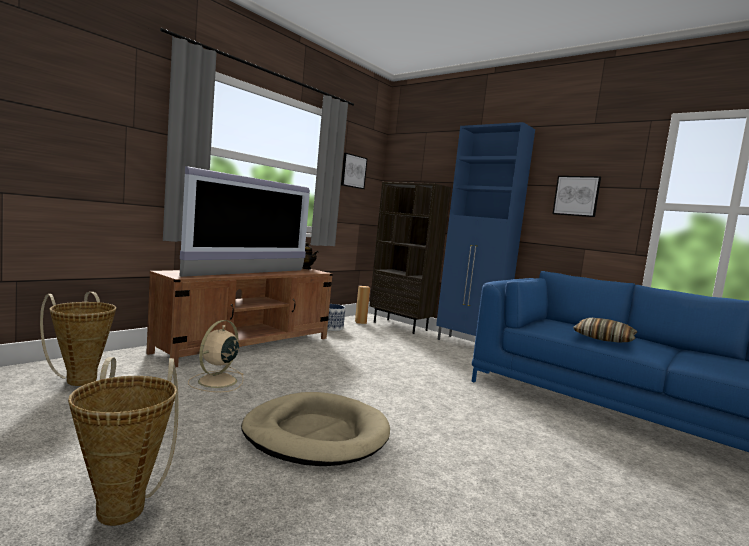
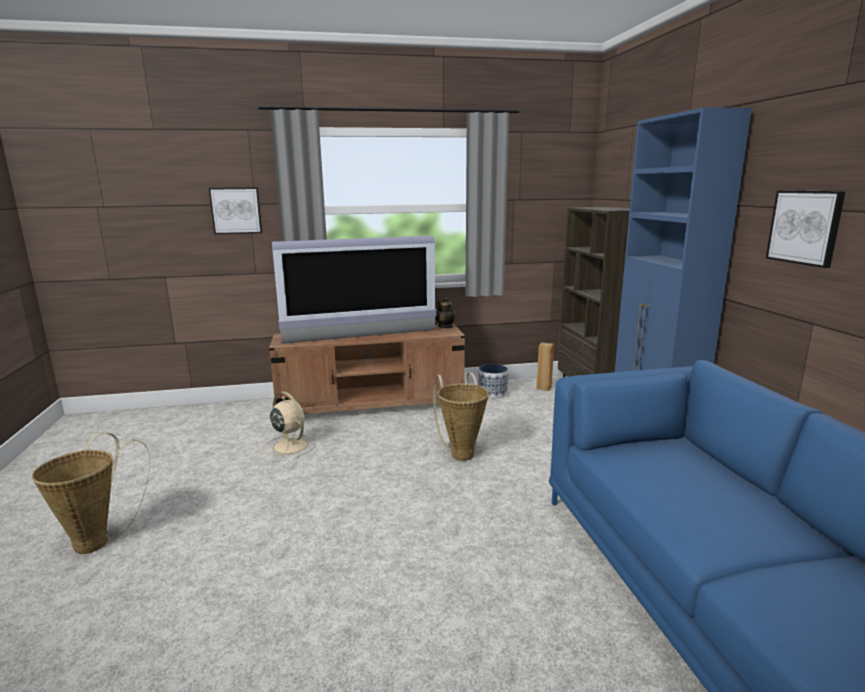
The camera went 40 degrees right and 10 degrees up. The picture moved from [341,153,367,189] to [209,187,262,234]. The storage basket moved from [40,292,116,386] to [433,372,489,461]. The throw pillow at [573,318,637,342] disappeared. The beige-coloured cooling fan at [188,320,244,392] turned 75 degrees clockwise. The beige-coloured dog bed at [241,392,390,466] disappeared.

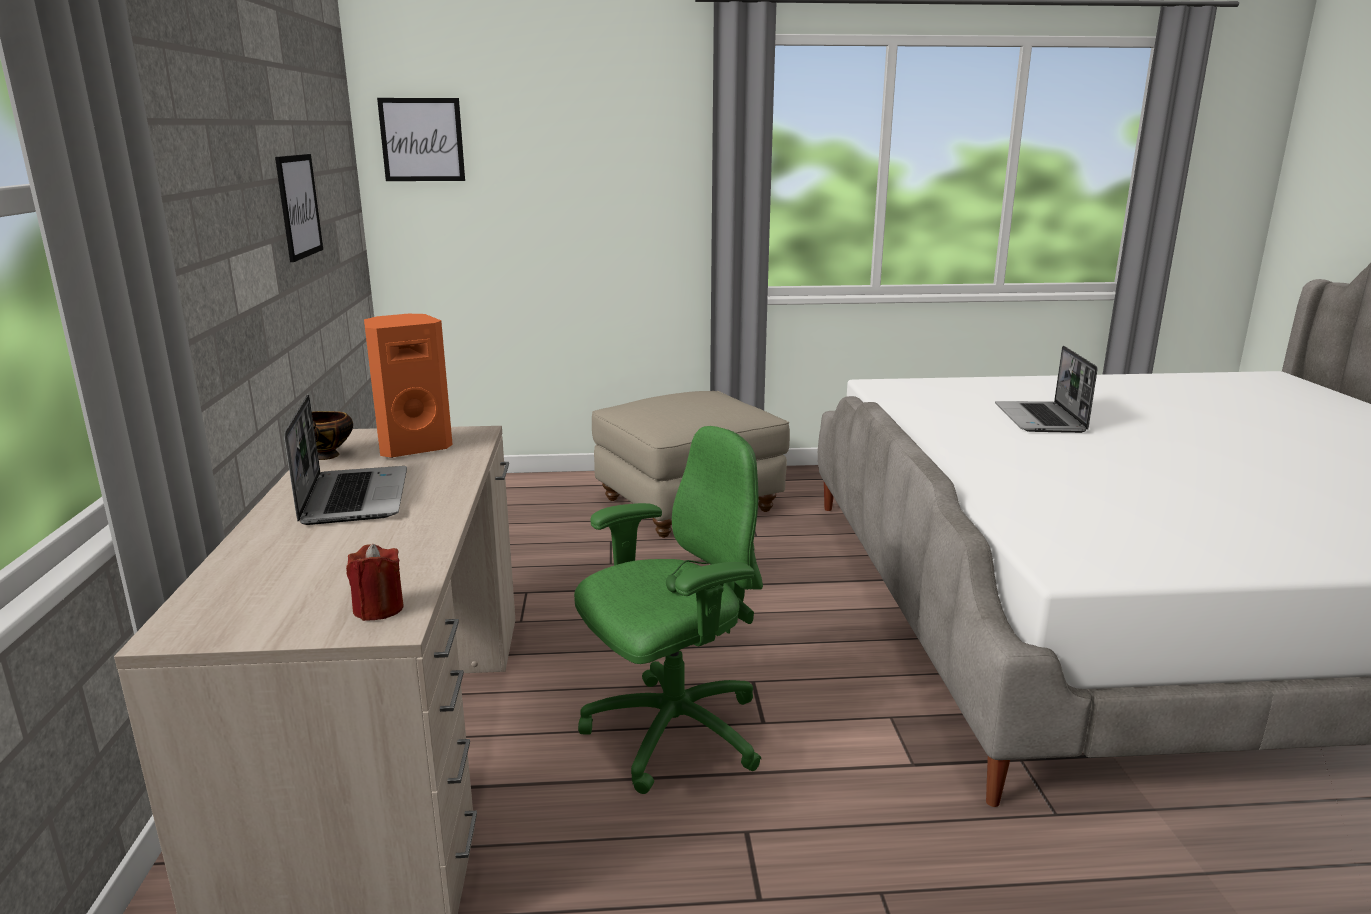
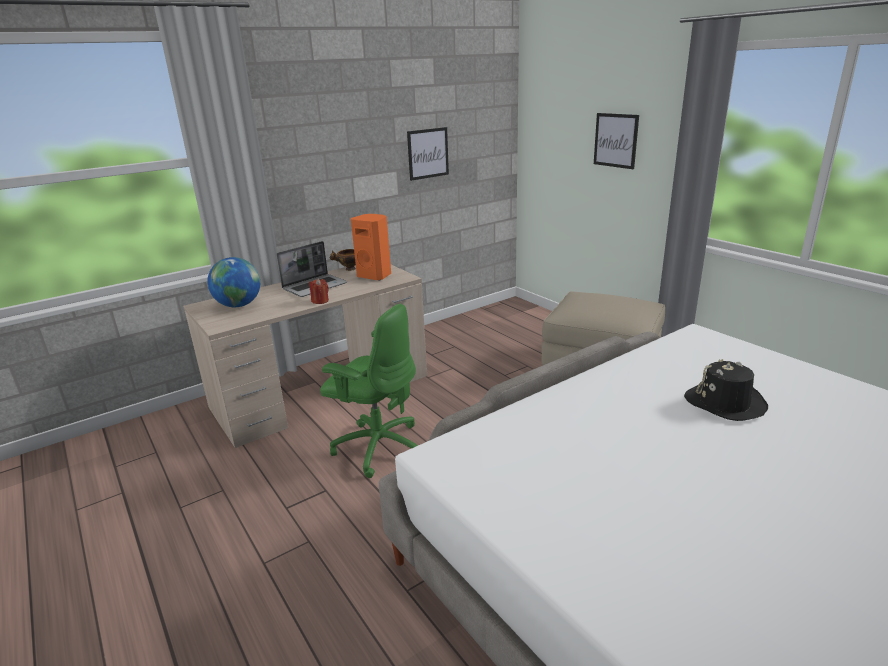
The camera went 60 degrees right and 5 degrees up. The picture moved from [377,98,465,181] to [594,113,639,169]. The laptop at [995,346,1098,433] was replaced by the blackish hat at [684,359,768,421]. The reddish candle moved from [346,544,404,621] to [309,278,329,304]. The globe at [207,257,260,307] appeared.

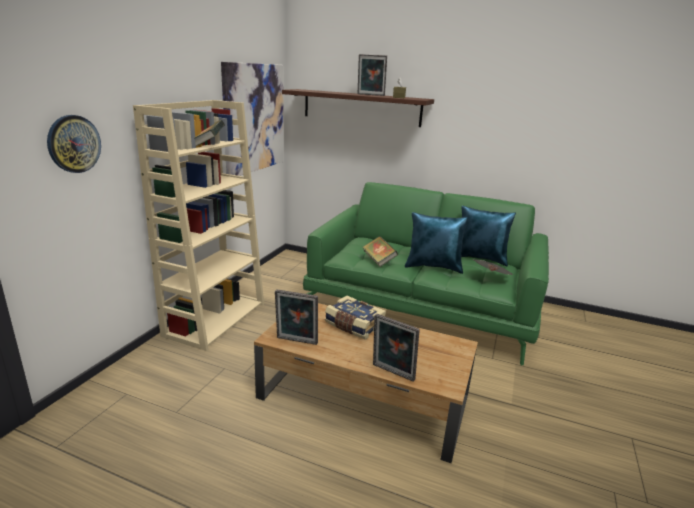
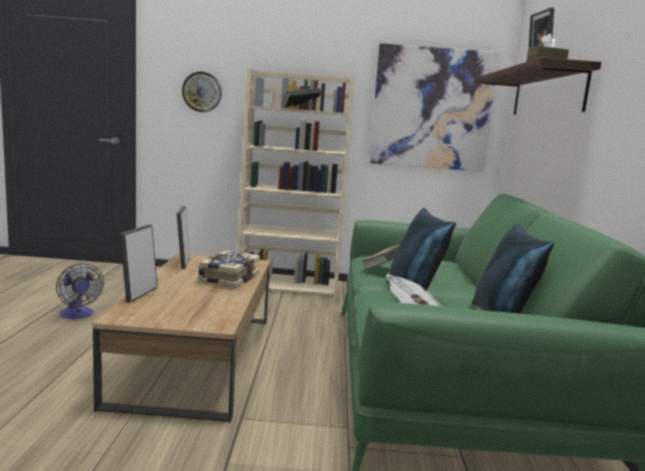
The camera went 70 degrees right and 10 degrees down. The cooling fan at [56,263,104,319] appeared.

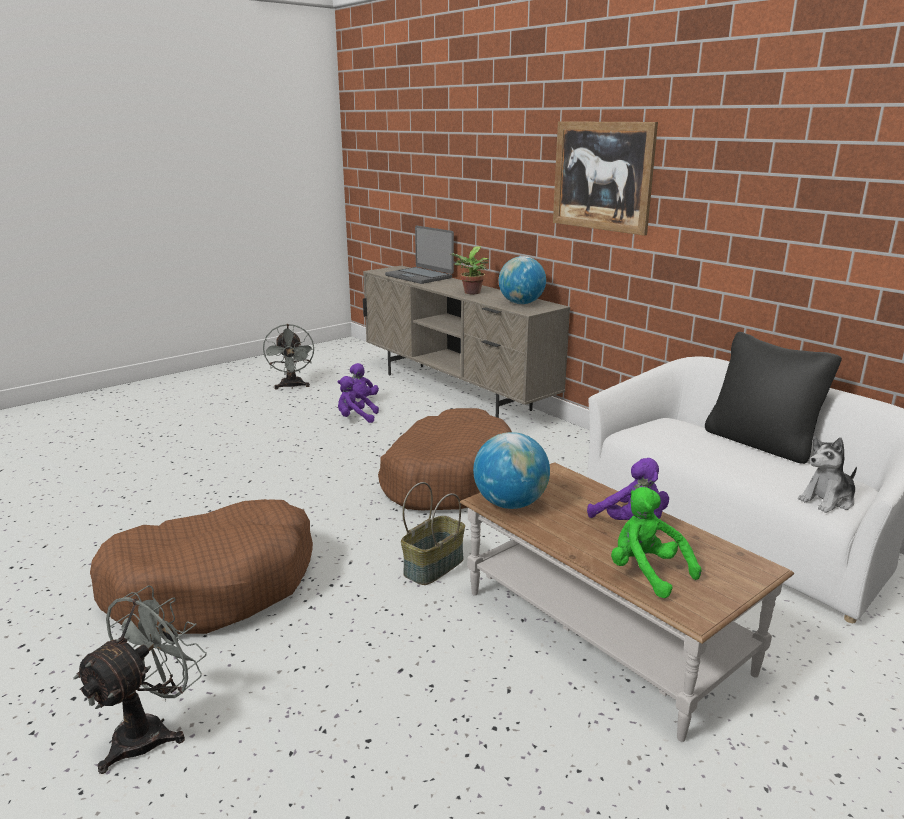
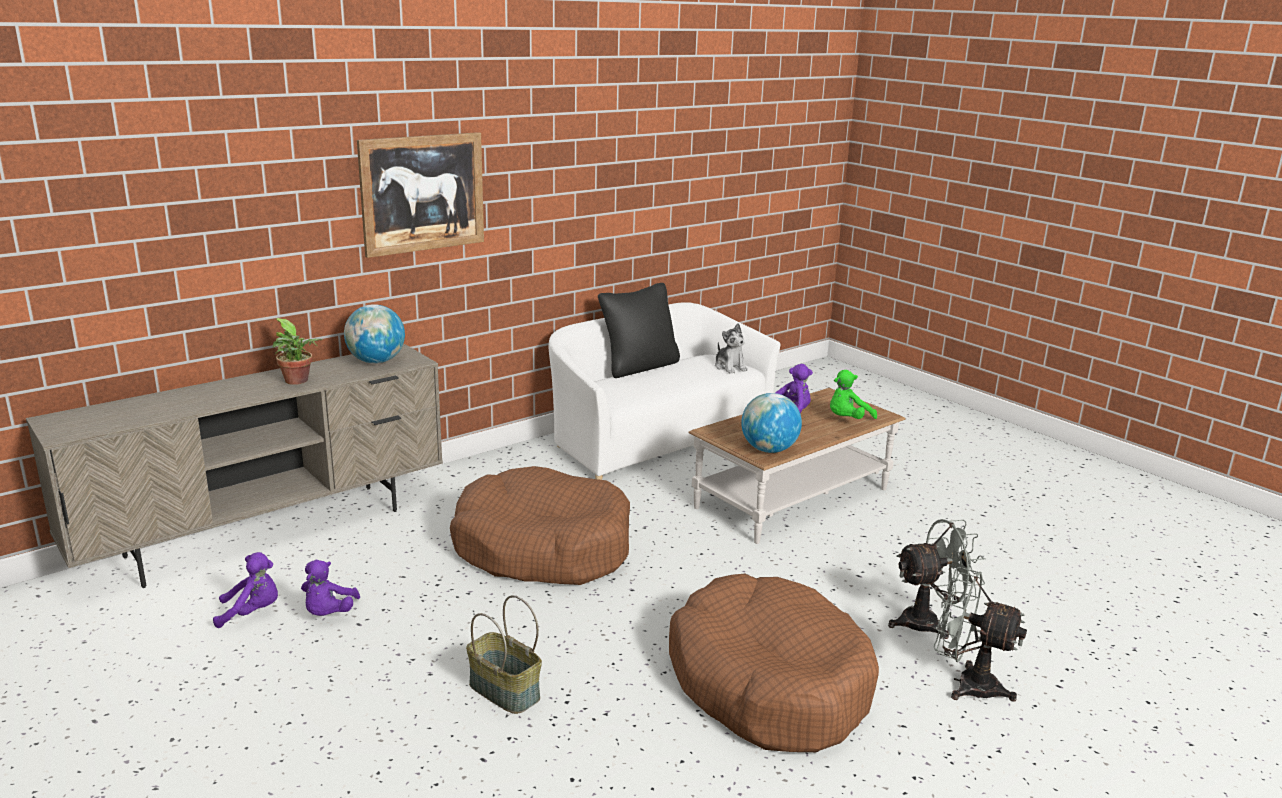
The camera went 90 degrees left and 0 degrees up. The laptop at [385,226,454,284] disappeared. The greyish cooling fan moved from [263,324,314,389] to [888,519,986,639]. The storage basket moved from [401,482,465,585] to [466,595,542,714].

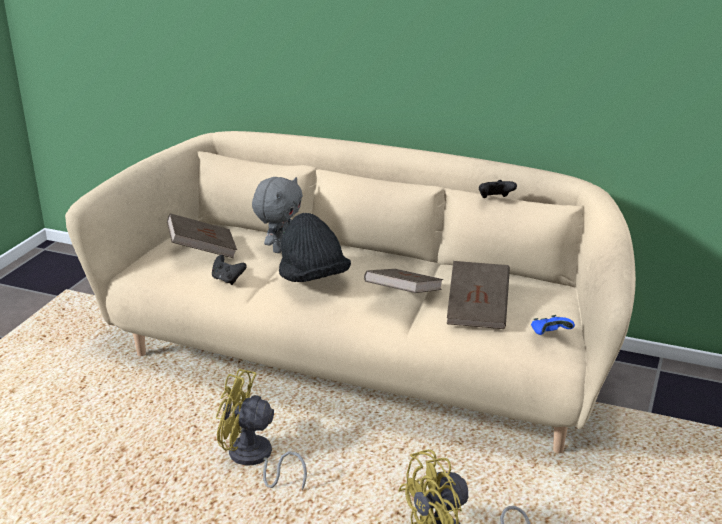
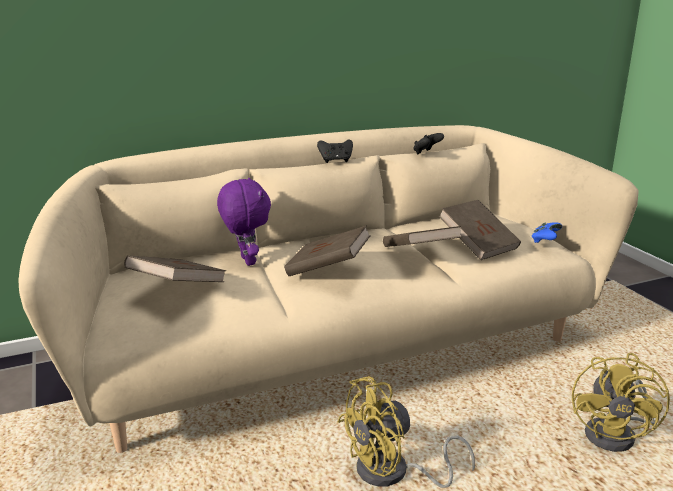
The camera went 45 degrees left and 5 degrees down. The greyish plush toy at [252,177,303,253] became the purplish plush toy at [217,178,271,266]. The blackish hat at [279,213,351,282] was replaced by the brownish volume at [284,226,371,276]. The blackish joypad moved from [212,255,247,285] to [317,139,353,163].

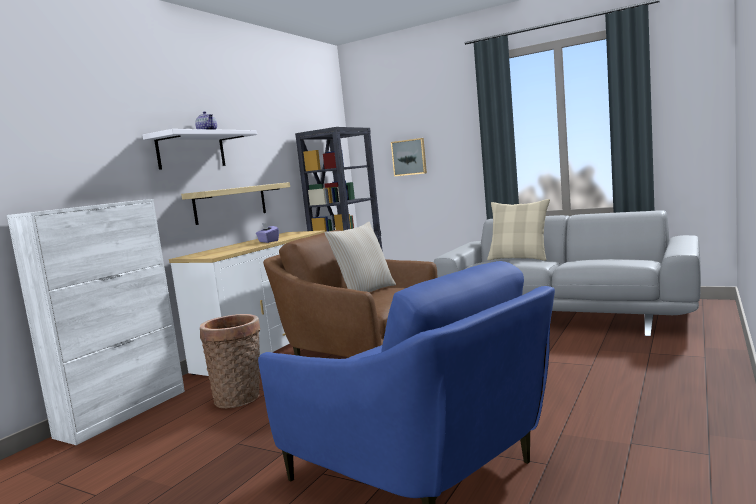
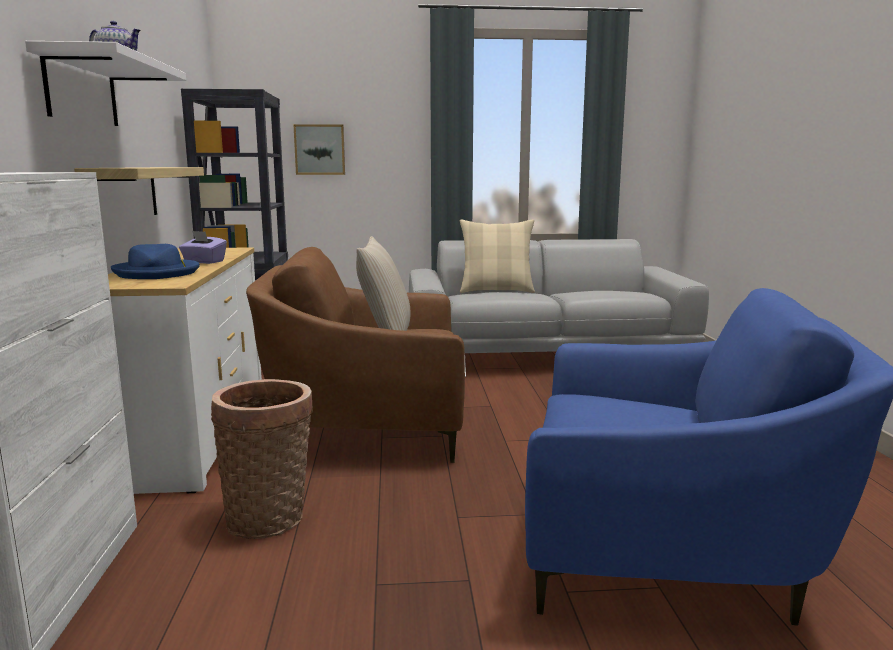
The camera went 35 degrees left and 5 degrees up. The bluish hat at [111,244,200,279] appeared.

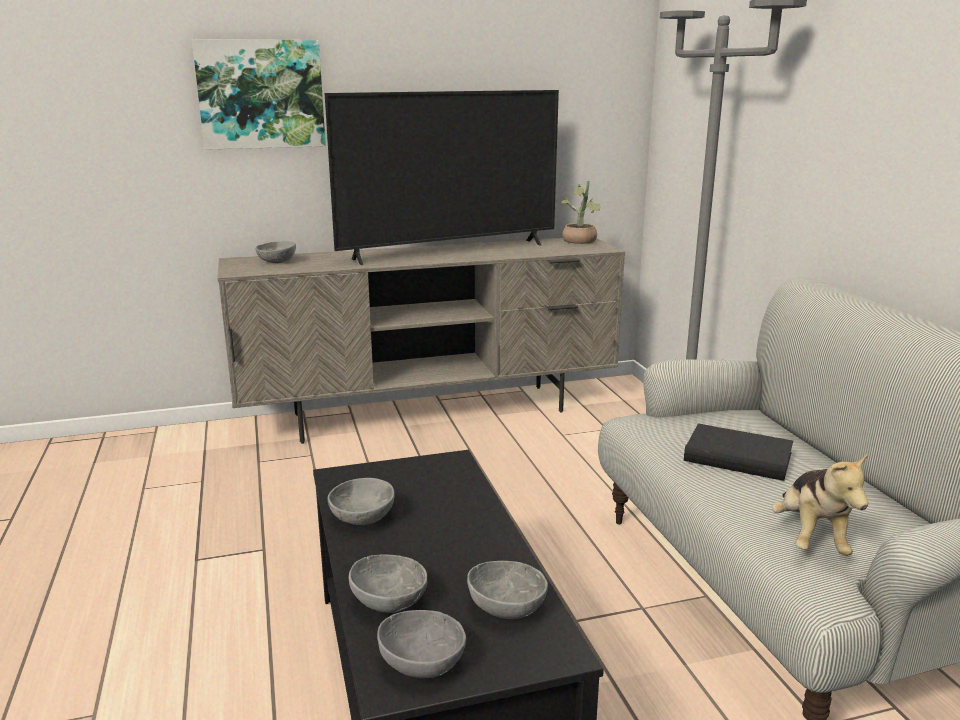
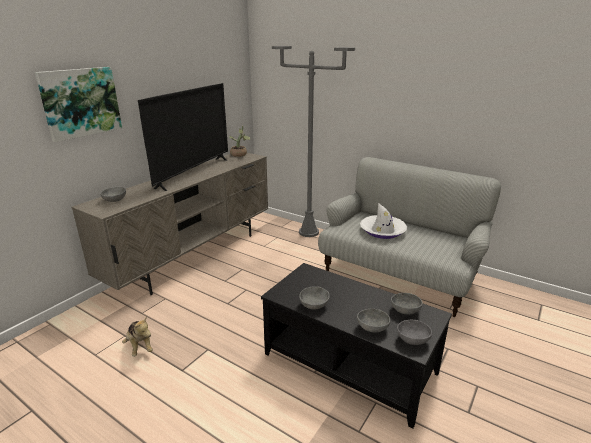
The camera went 40 degrees left and 5 degrees up. The blackish volume at [684,423,793,481] was replaced by the white-coloured hat at [360,203,407,239]. The plush toy moved from [772,453,868,556] to [122,316,153,357].

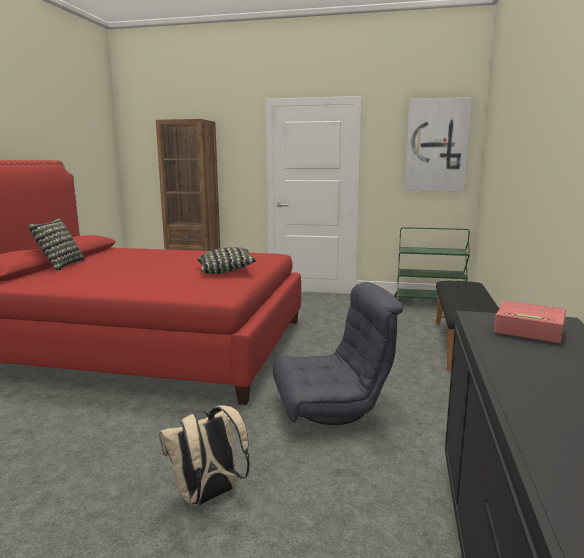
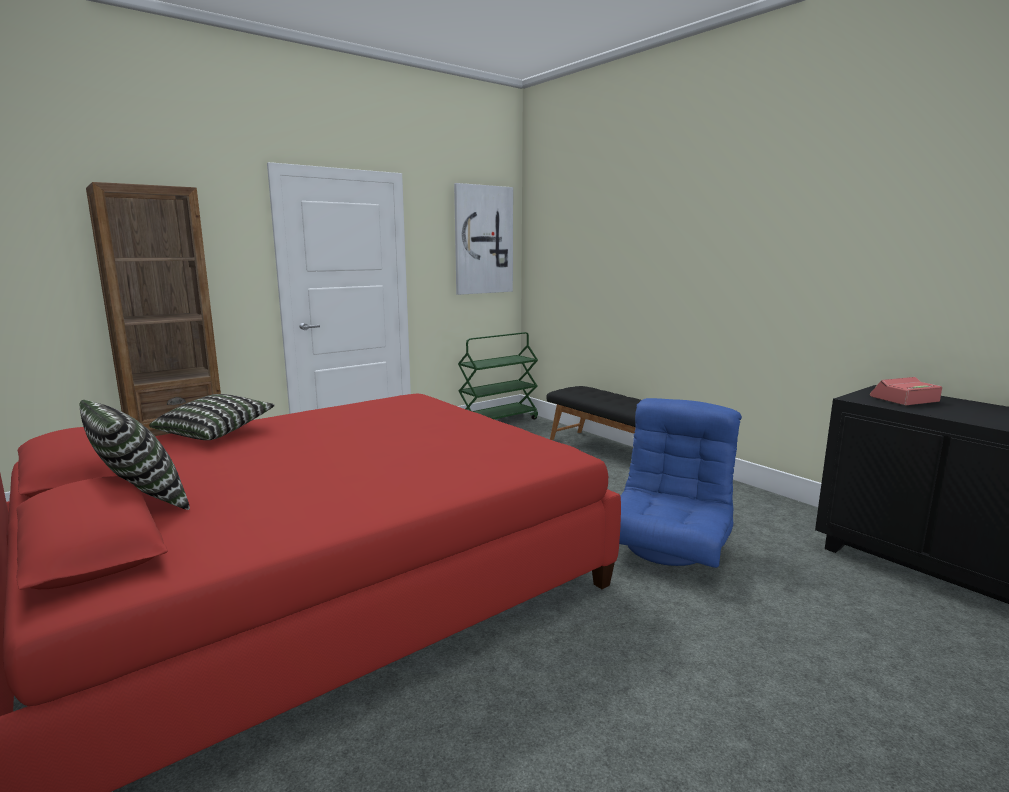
The camera went 50 degrees left and 0 degrees up. The throw pillow moved from [197,247,257,274] to [149,394,275,440]. The greyish armchair at [273,282,403,425] became the bluish armchair at [619,398,742,568]. The beige-coloured backpack at [159,405,250,506] disappeared.

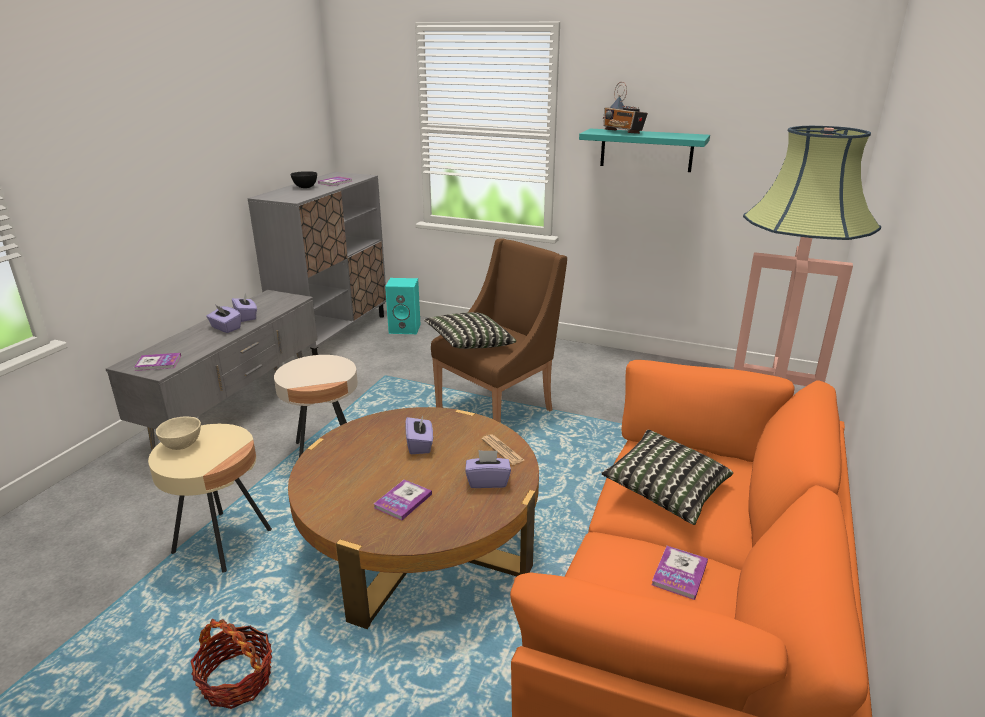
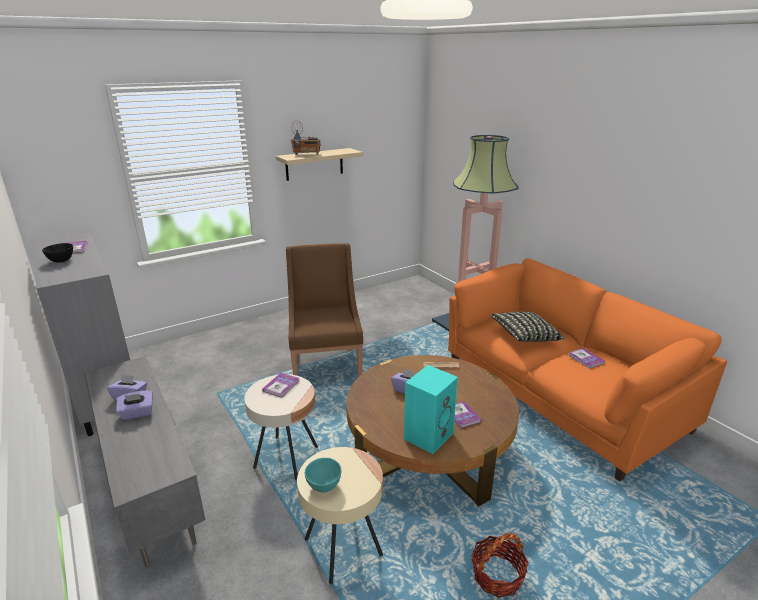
The camera went 55 degrees left and 0 degrees up. The turquoise-coloured wall shelf at [579,128,710,172] became the beige-coloured wall shelf at [276,148,363,181]. The turquoise-coloured audio speaker moved from [385,278,421,334] to [404,365,458,454]. The throw pillow at [424,312,516,349] disappeared. The volume moved from [134,353,181,371] to [262,373,299,397]. The beige-coloured serving bowl at [156,417,201,450] became the turquoise-coloured serving bowl at [305,458,342,492]. The purplish tissue box at [465,450,511,488] disappeared.

